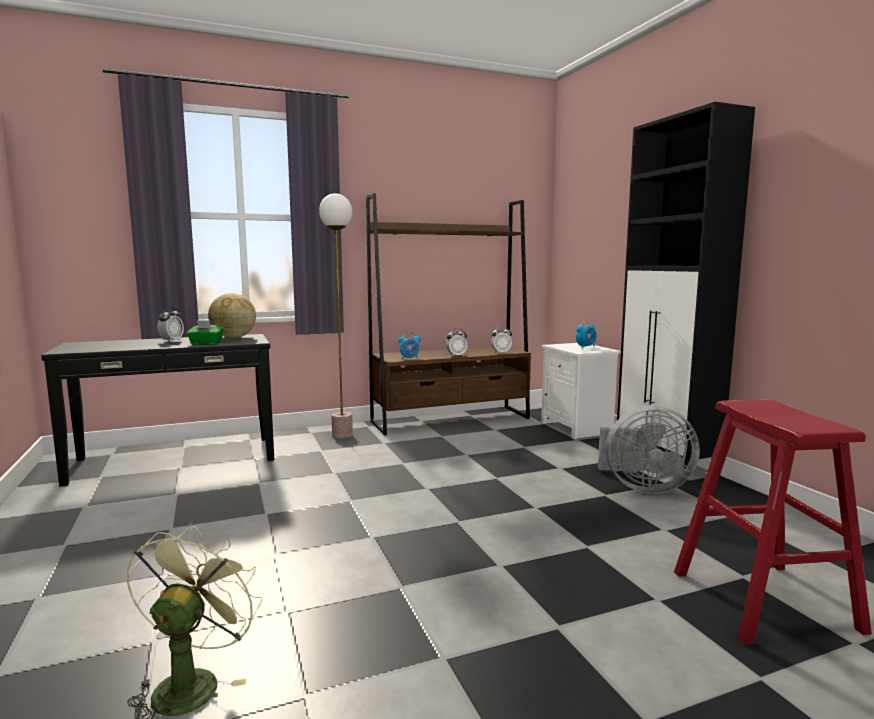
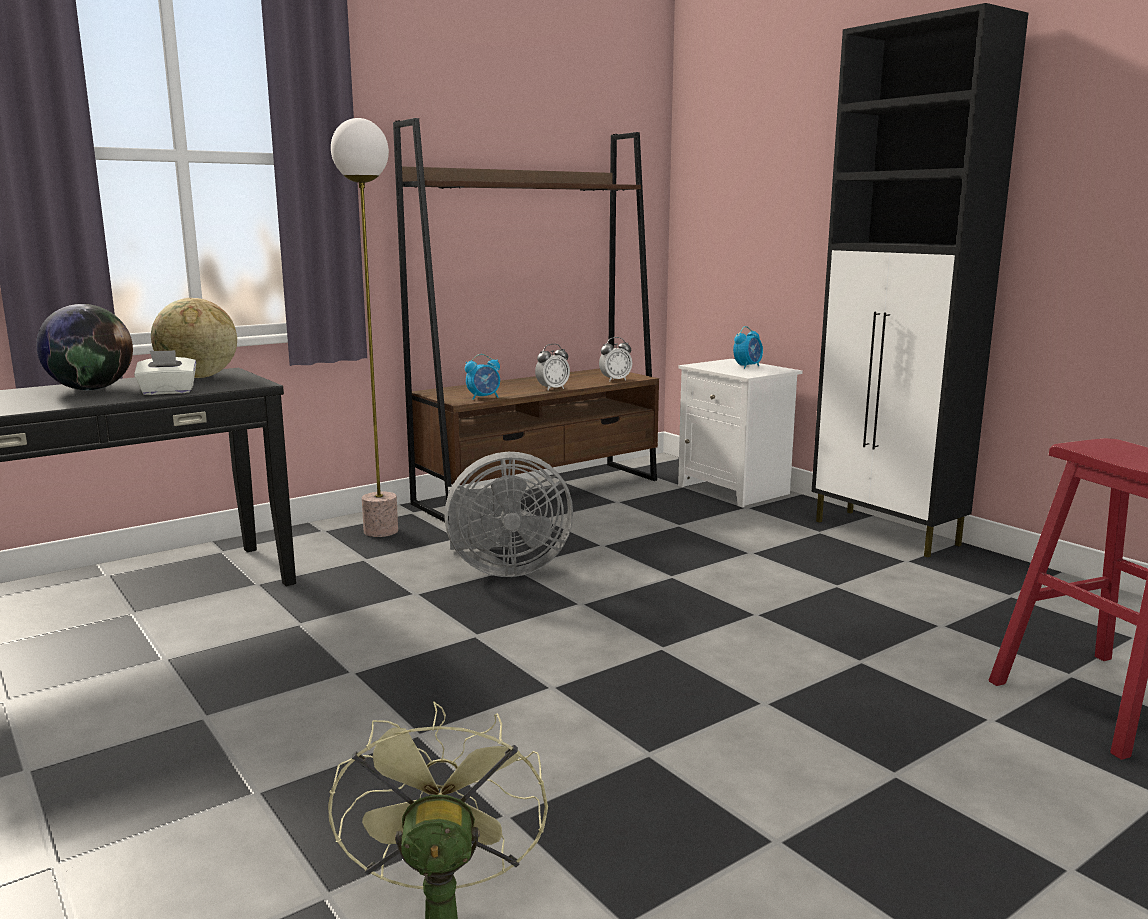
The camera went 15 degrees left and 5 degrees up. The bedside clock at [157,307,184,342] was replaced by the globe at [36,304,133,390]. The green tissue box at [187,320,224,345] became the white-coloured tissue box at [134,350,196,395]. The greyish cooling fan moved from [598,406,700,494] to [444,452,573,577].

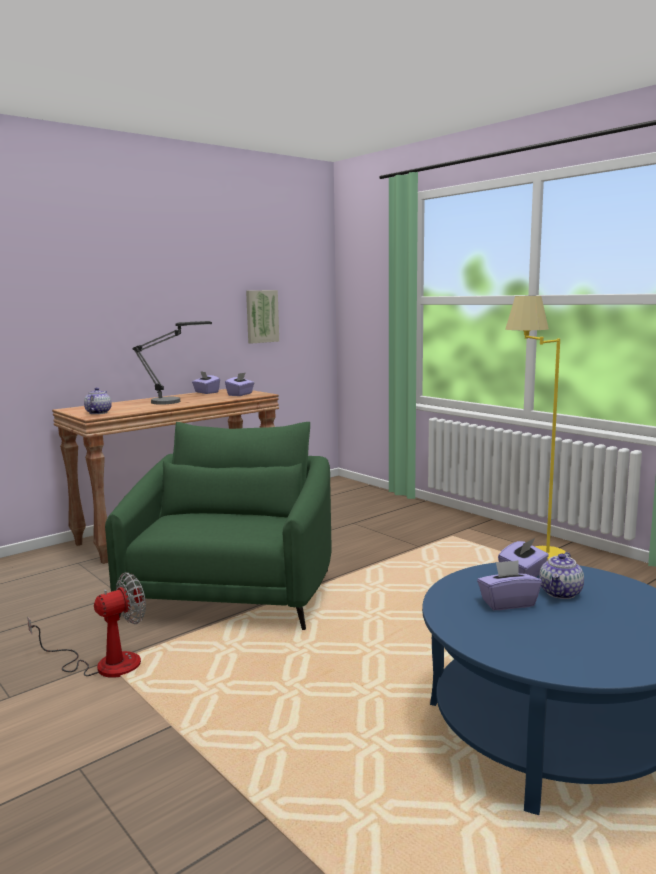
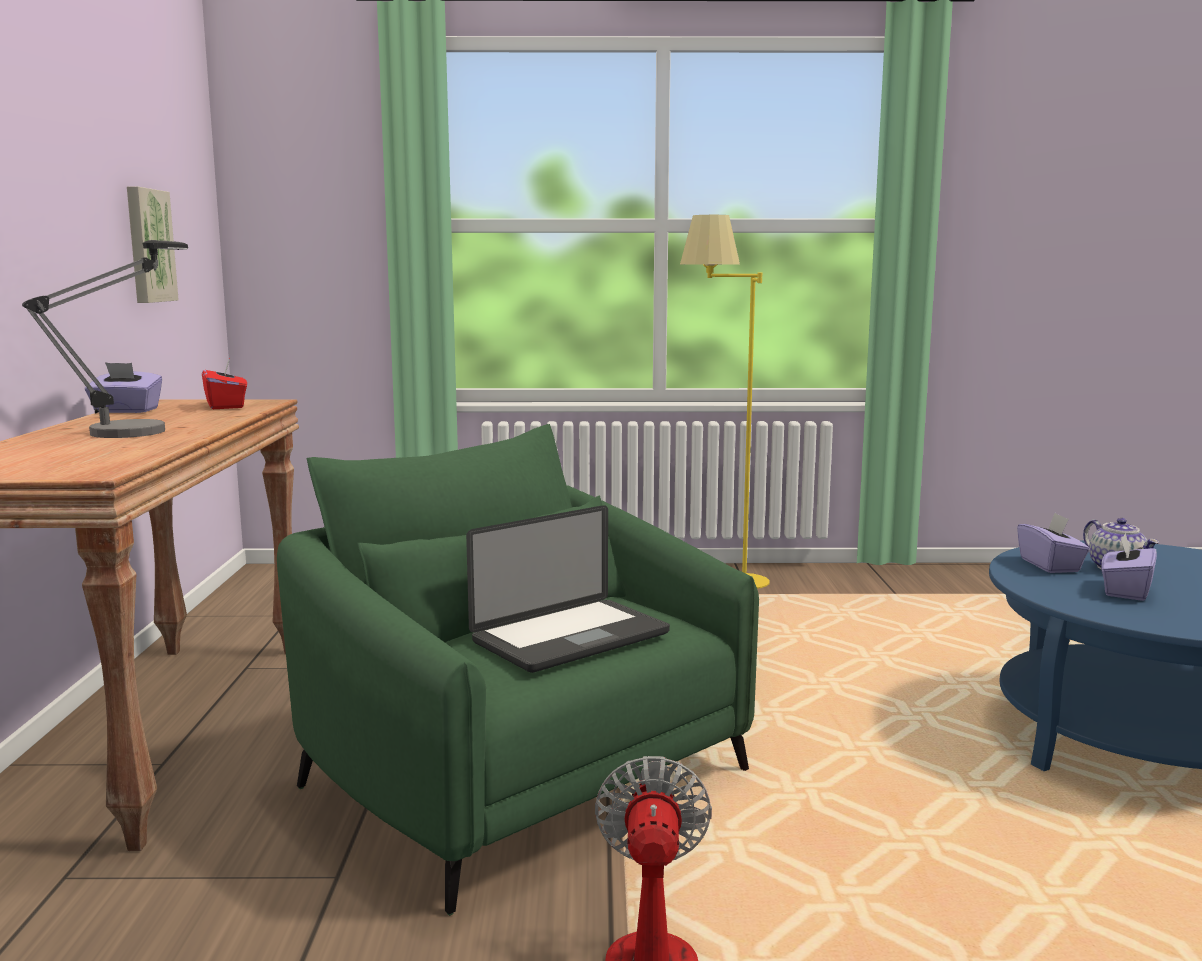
The camera went 50 degrees left and 0 degrees up. The purplish tissue box at [225,372,254,396] became the reddish tissue box at [202,359,247,409]. The teapot at [84,387,112,414] disappeared. The laptop at [466,505,670,673] appeared.

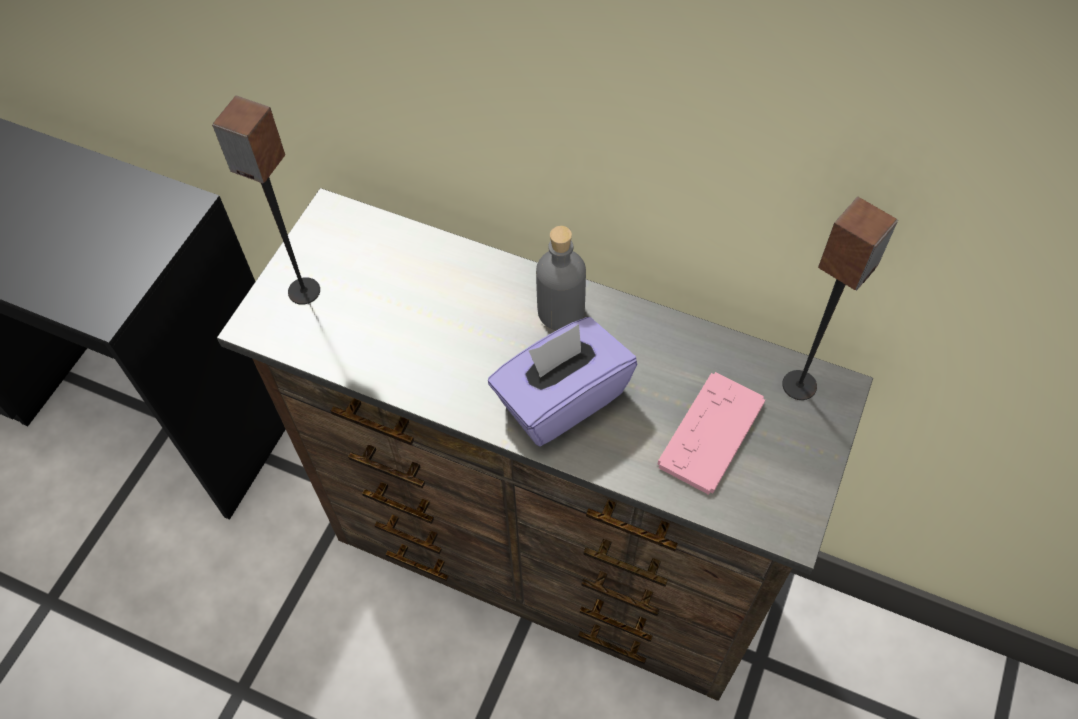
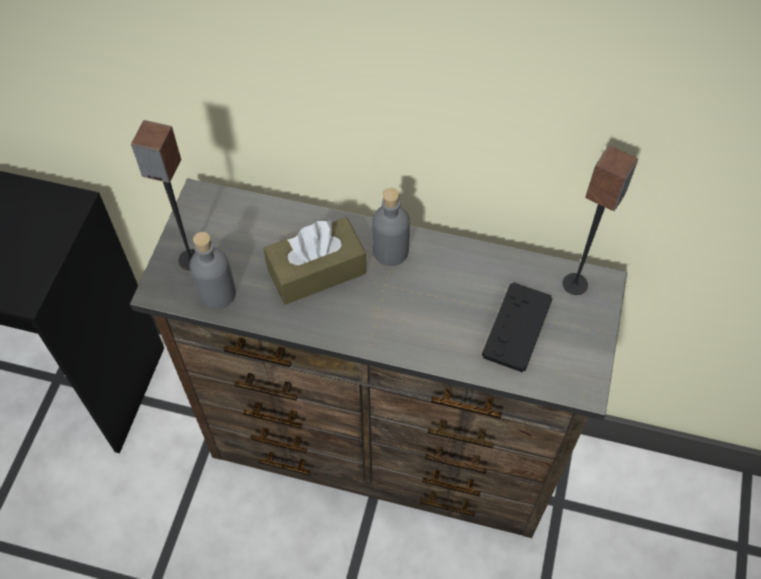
The camera went 10 degrees left and 0 degrees up. The purplish tissue box at [488,317,637,446] disappeared. The pinkish joypad at [657,372,765,495] became the blackish joypad at [482,282,552,372]. The brownish tissue box at [264,217,366,305] appeared. The greyish drink bottle at [190,232,236,309] appeared.

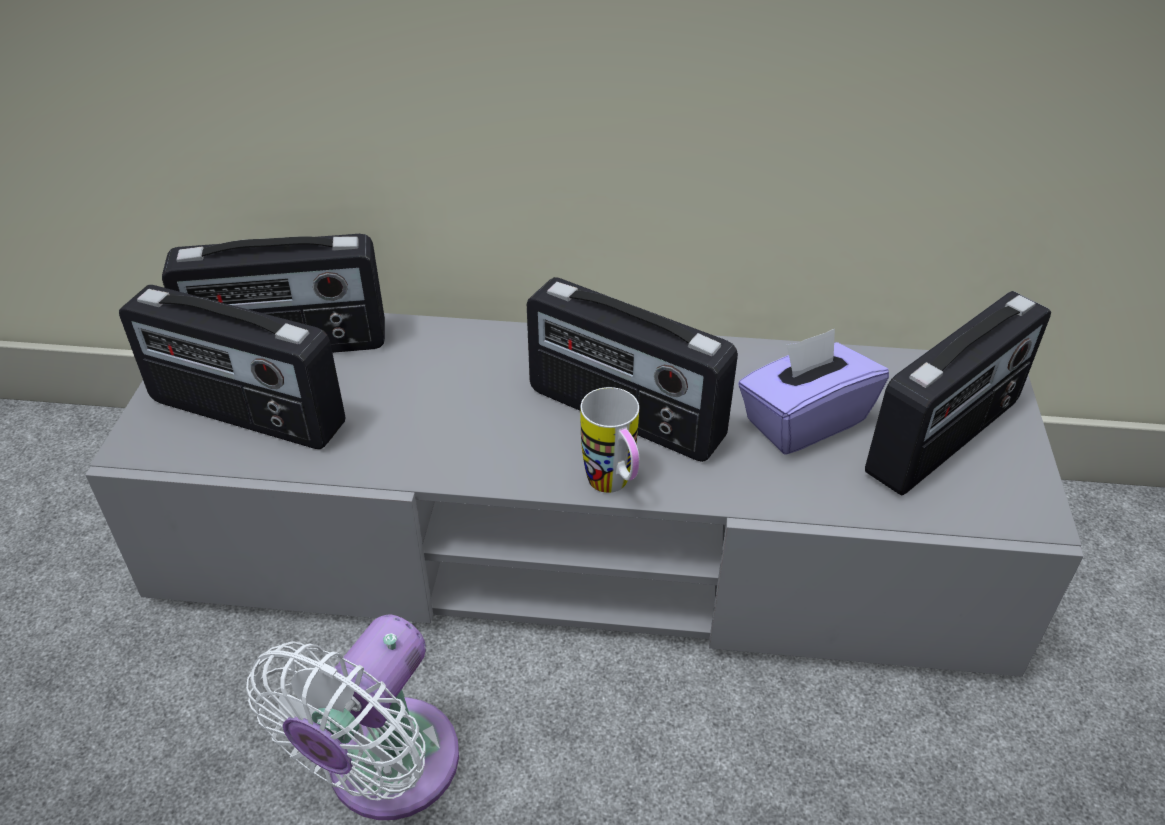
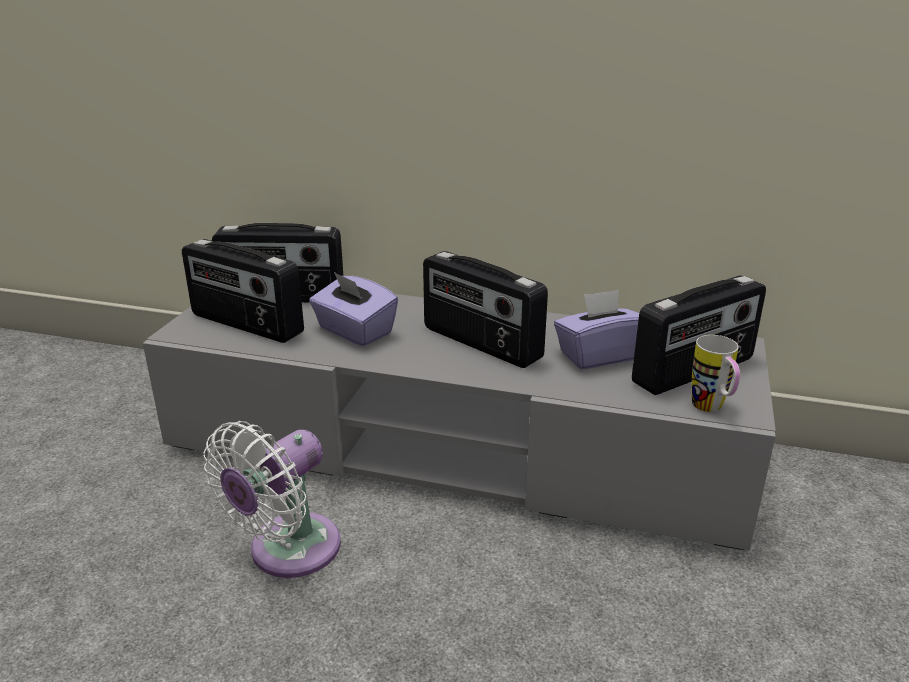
The camera went 10 degrees right and 15 degrees down. The coffee mug moved from [580,387,640,493] to [692,335,740,412]. The purplish tissue box at [309,272,398,346] appeared.

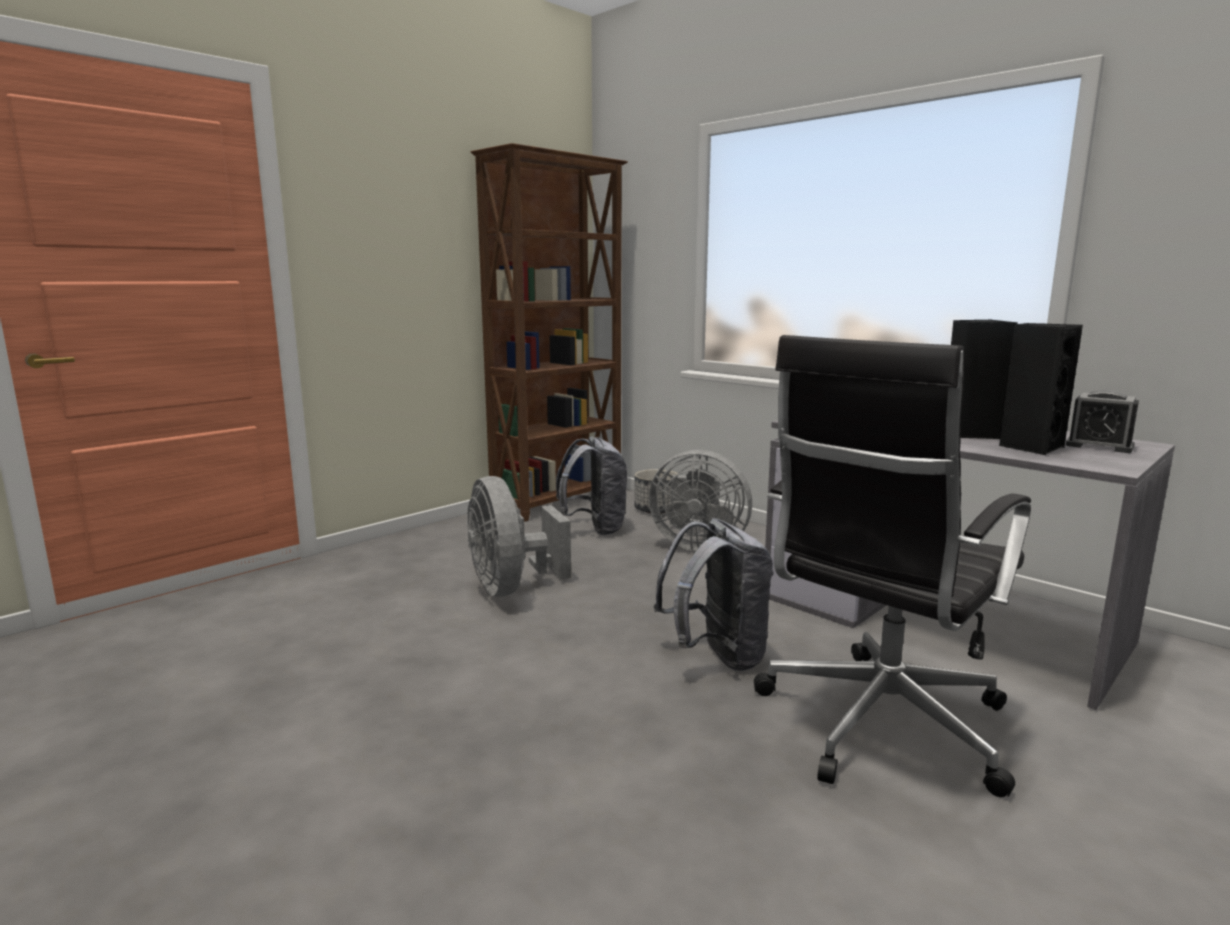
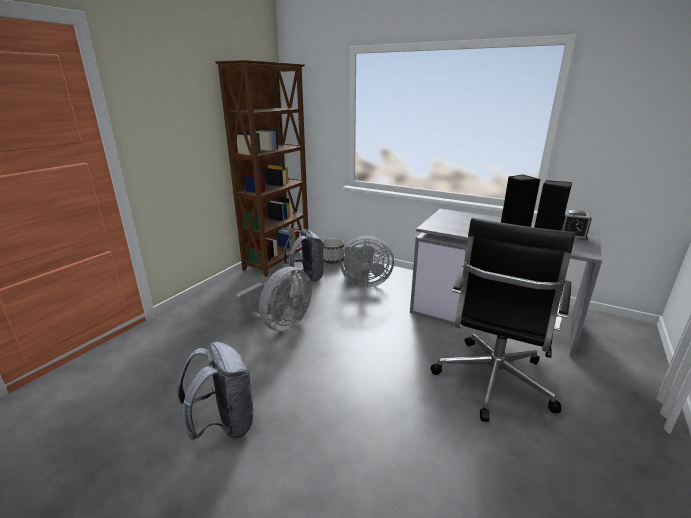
The camera went 15 degrees left and 10 degrees up. The greyish cooling fan at [467,476,571,597] turned 105 degrees counterclockwise. The greyish backpack moved from [654,518,773,671] to [177,342,254,441].

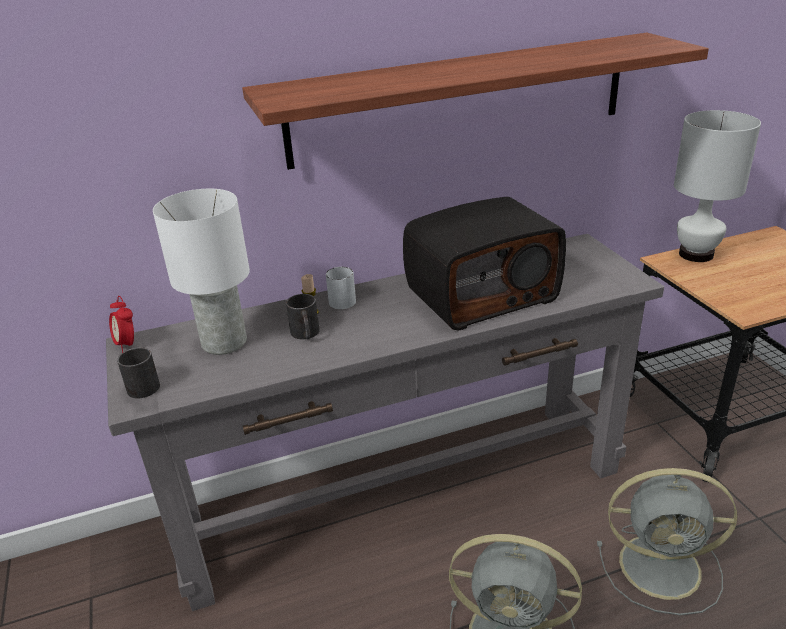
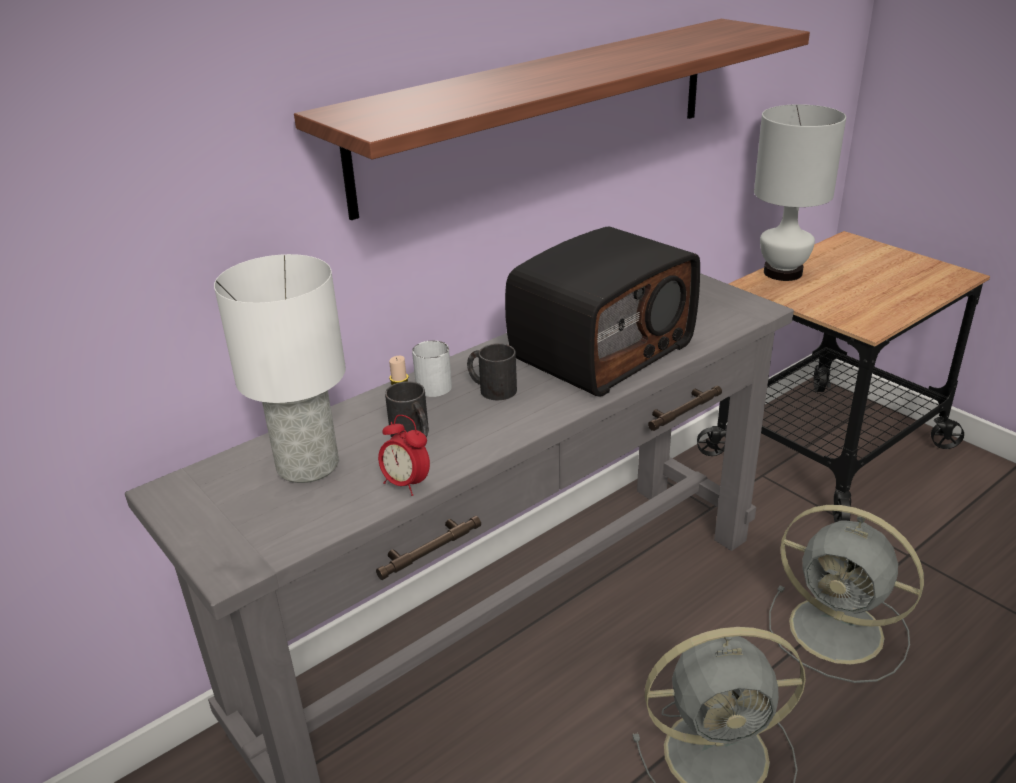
The camera went 20 degrees left and 0 degrees up. The bedside clock moved from [109,296,134,353] to [378,415,430,496]. The blackish coffee mug moved from [117,347,160,398] to [467,343,517,400]. The greyish cooling fan at [597,468,737,615] turned 45 degrees clockwise.

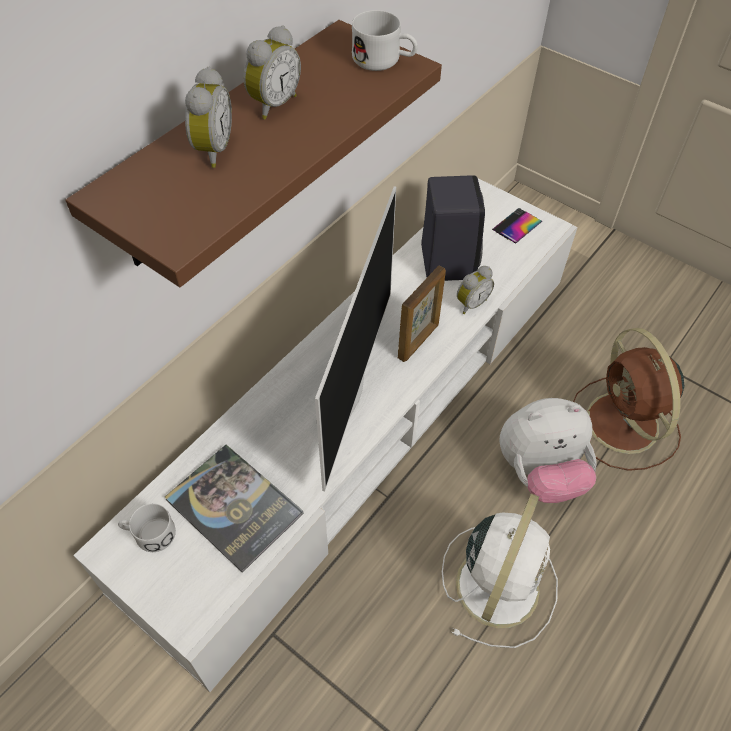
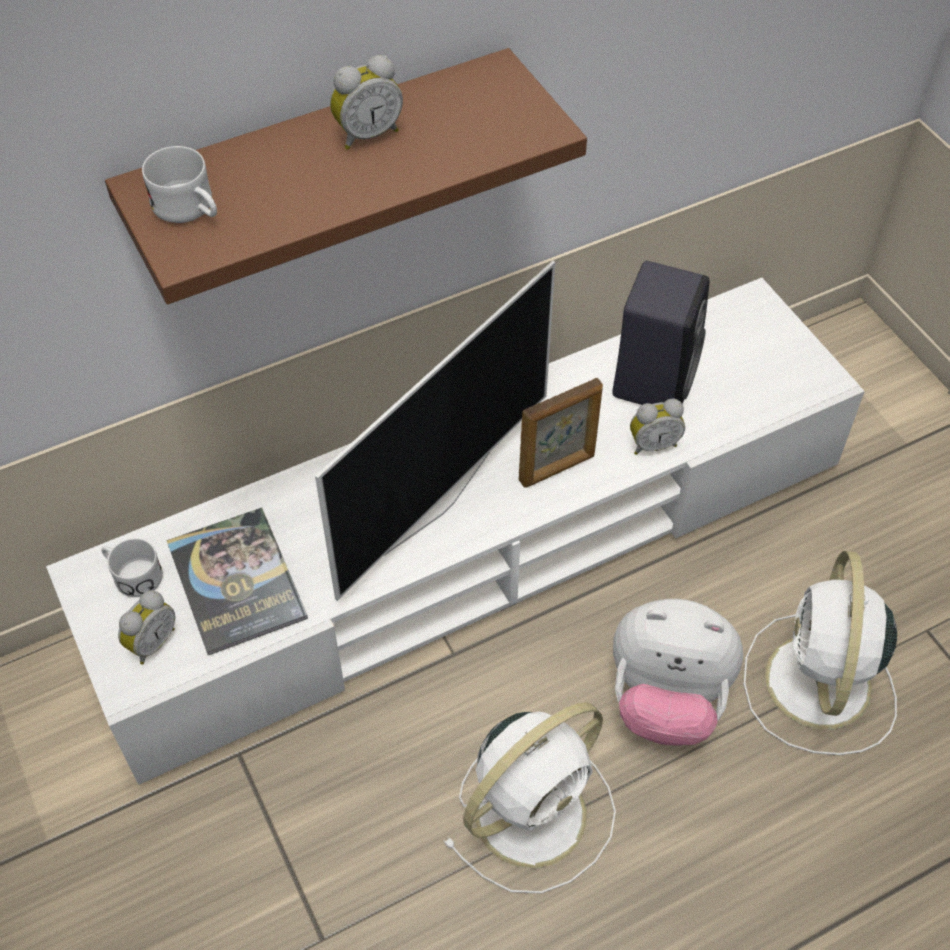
The camera went 25 degrees right and 0 degrees up. The white-coloured coffee mug moved from [352,10,418,71] to [142,146,217,223]. The bedside clock moved from [185,67,232,168] to [118,590,175,665]. The phone at [492,208,542,244] disappeared. The brownish cooling fan at [573,328,685,471] became the white-coloured cooling fan at [744,551,897,755].

